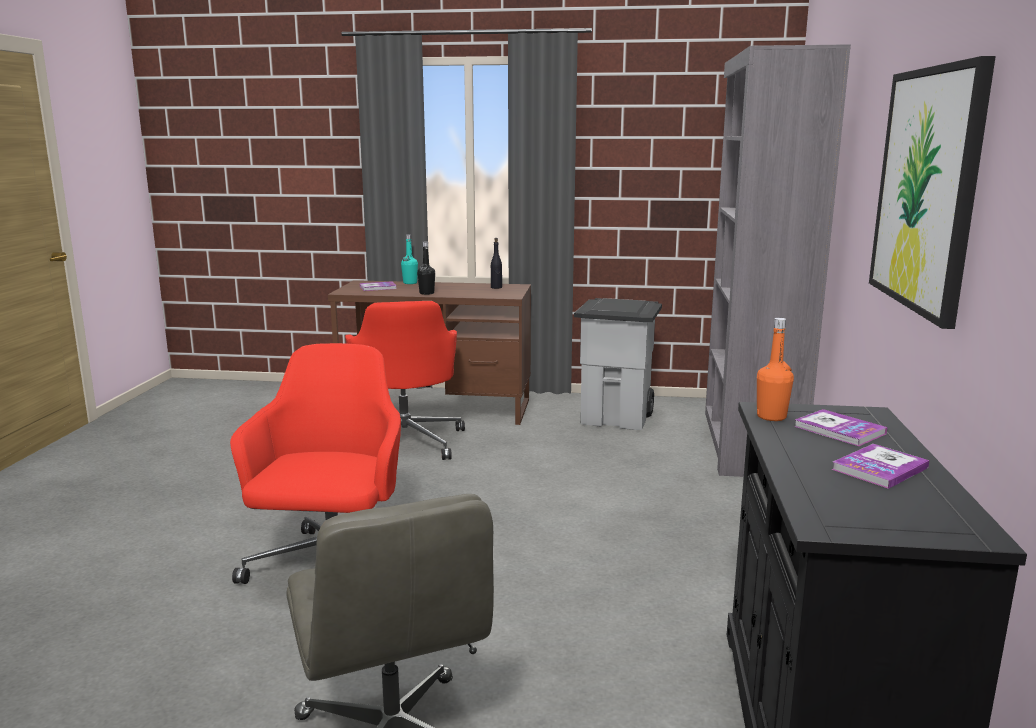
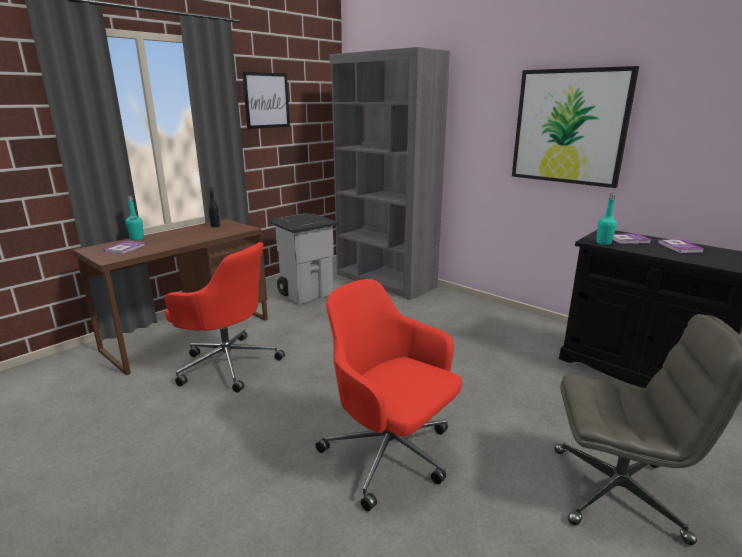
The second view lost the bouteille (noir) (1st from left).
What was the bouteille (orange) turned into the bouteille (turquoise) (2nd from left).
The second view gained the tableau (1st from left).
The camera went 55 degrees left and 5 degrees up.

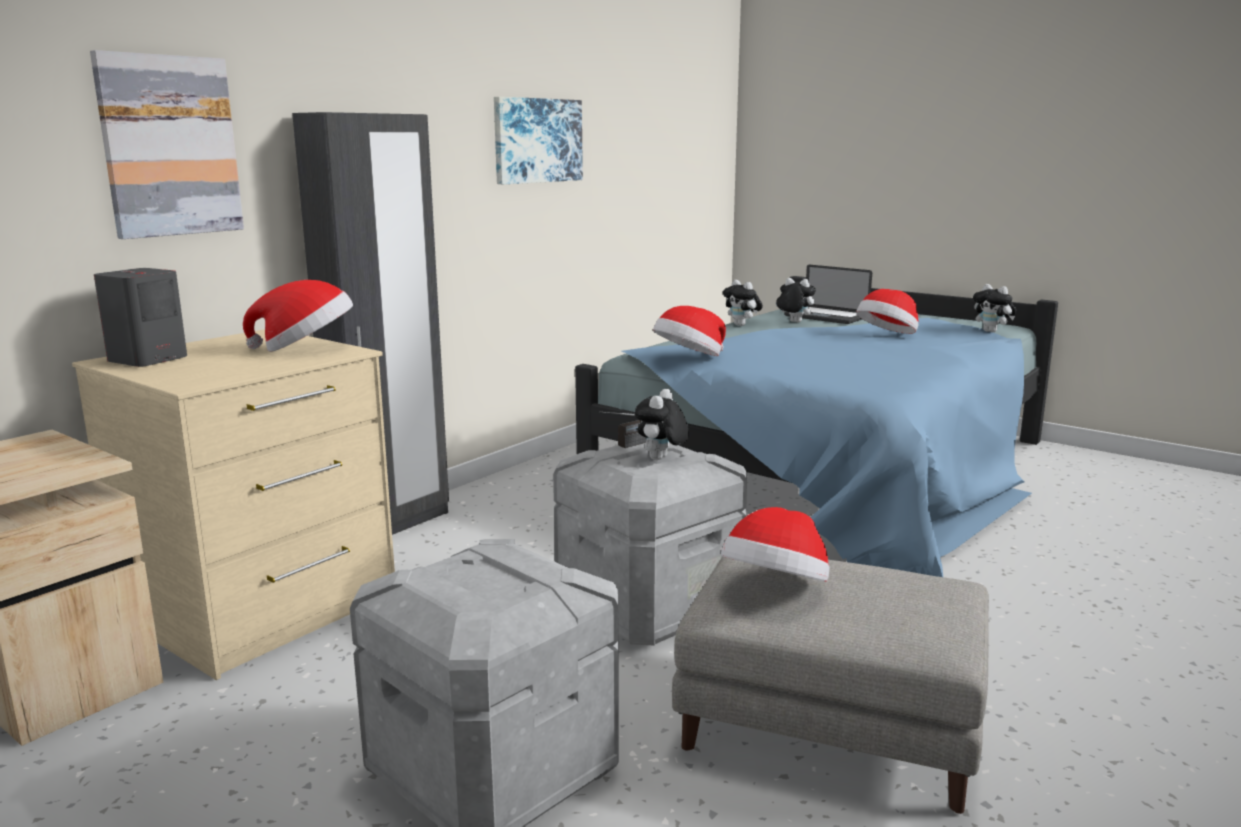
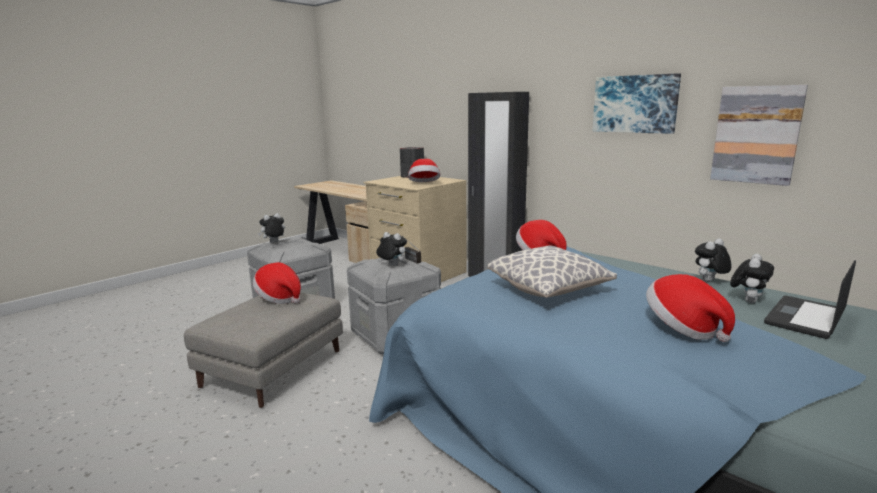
The tableau (1st from left in the first image) ended up elsewhere.
The peluche (4th from left in the first image) ended up elsewhere.
The second view gained the coussin.
The camera went 95 degrees right and 0 degrees up.

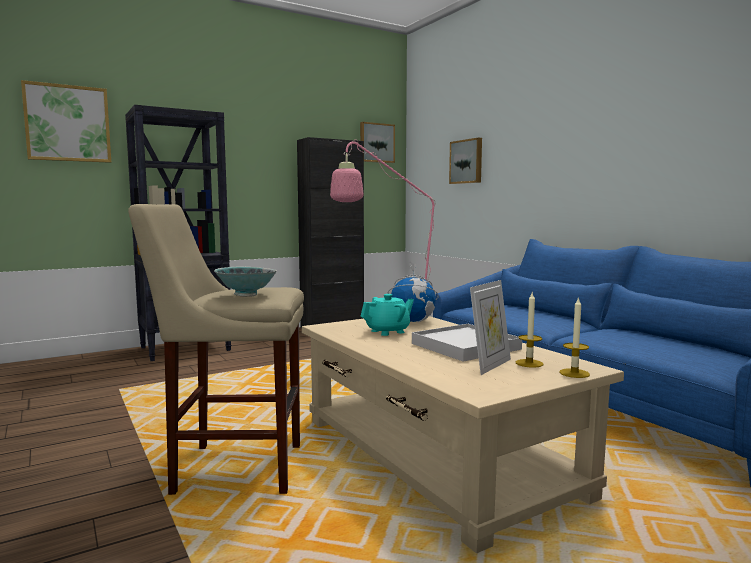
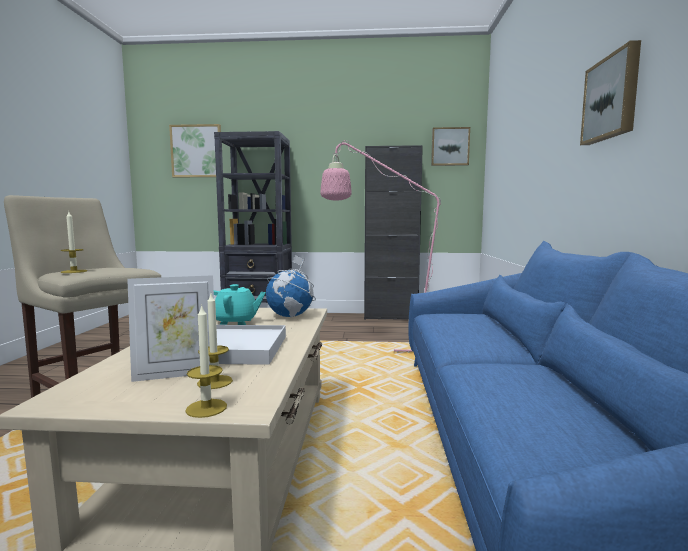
The tableau (3rd from left) ended up elsewhere.
Where the bol stood, the bougie (1st from left) came to stand.
The camera went 35 degrees right and 0 degrees up.

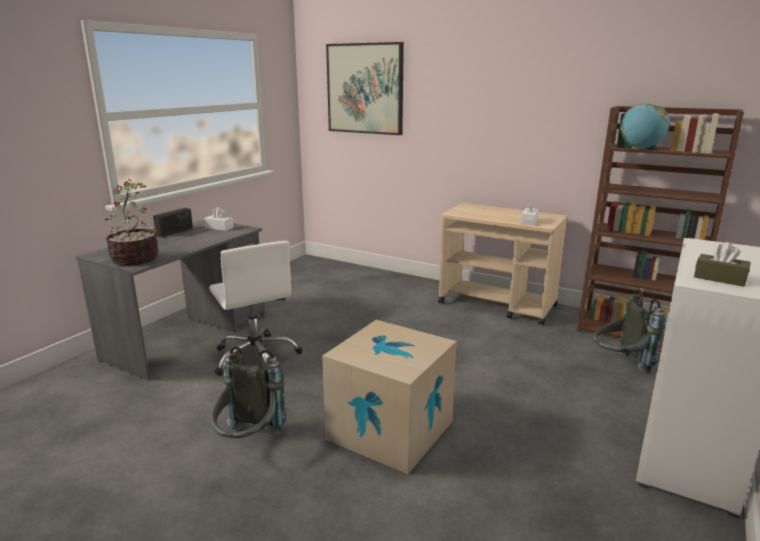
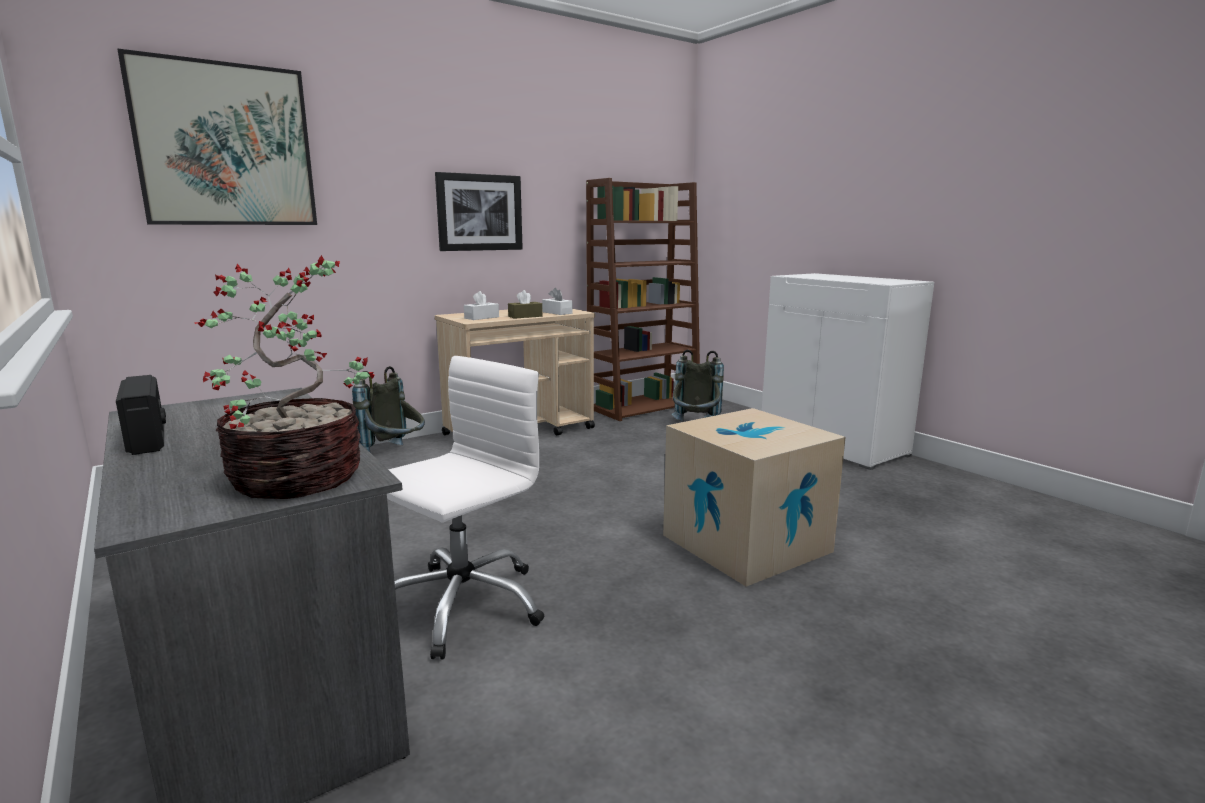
The second view lost the globe.
The boîte à mouchoirs (blanc) (1st from left) ended up elsewhere.
The chaise de bureau (blanc) ended up facing another way, 45 degrees counterclockwise from before.
The boîte à mouchoirs (marron) ended up elsewhere.
The sac à dos (gris) (1st from left) ended up elsewhere.
The second view gained the tableau (2nd from left).
The camera went 65 degrees left and 5 degrees down.

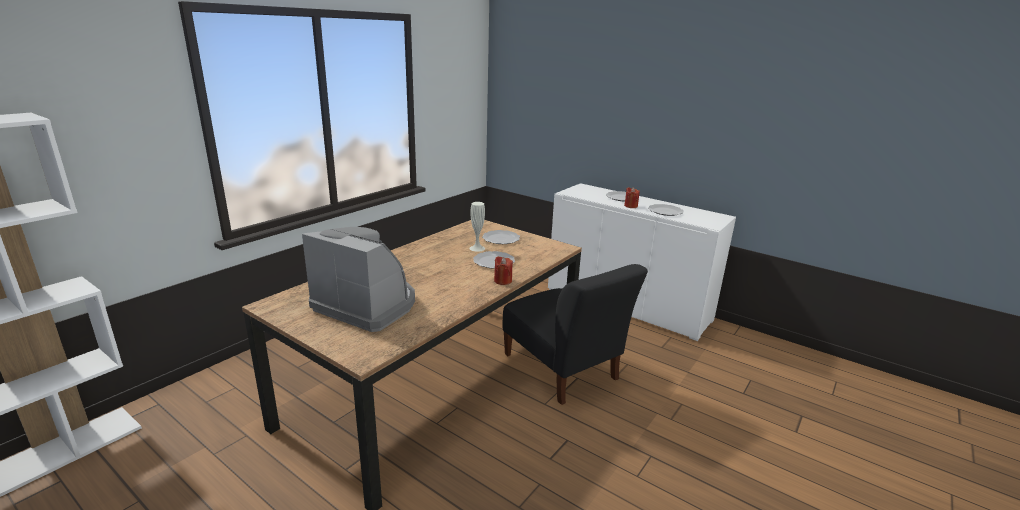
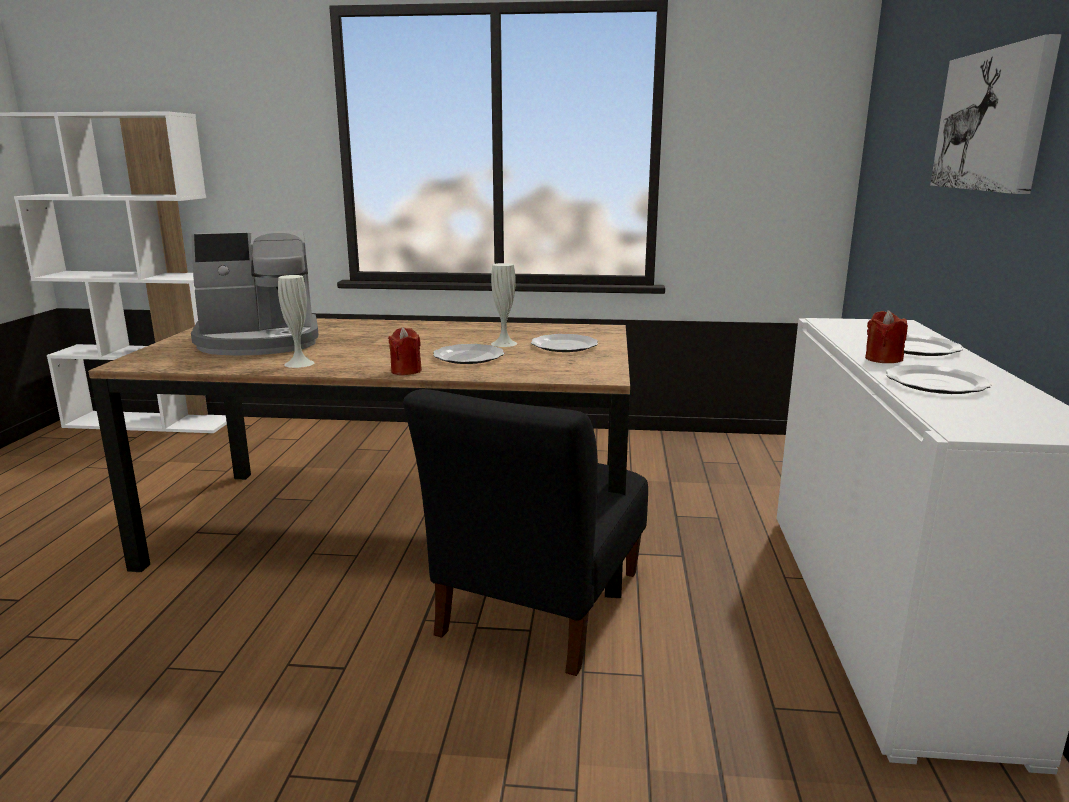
The machine à café ended up facing another way, 75 degrees clockwise from before.
The second view gained the tableau.
The second view gained the vase (blanc) (1st from left).
The camera went 60 degrees right and 5 degrees down.

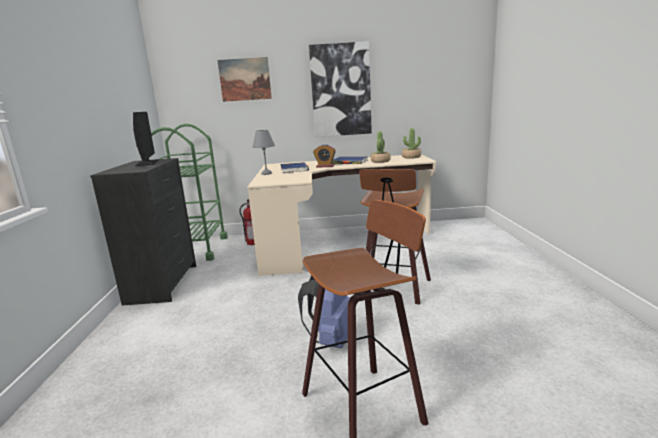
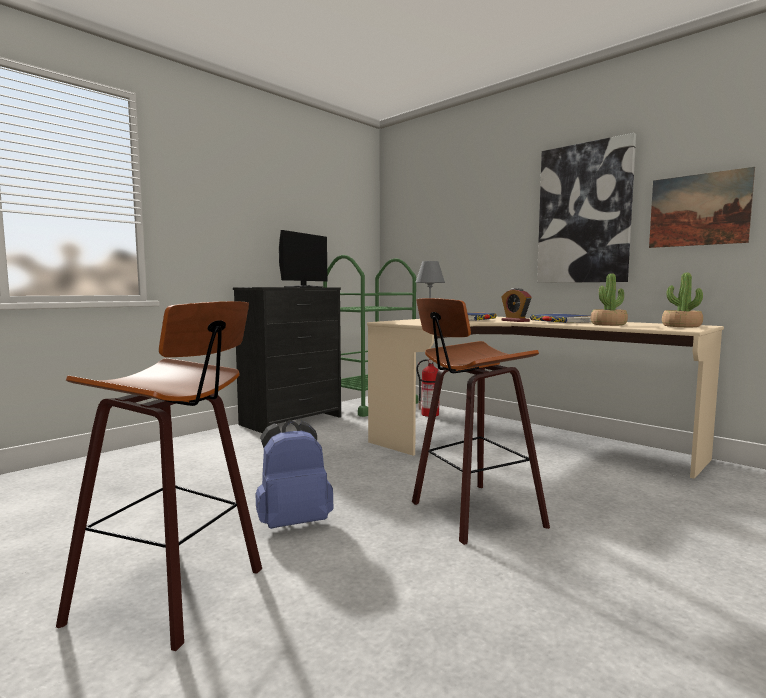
The tableau (1st from left in the first image) ended up elsewhere.
The camera went 45 degrees right and 10 degrees down.

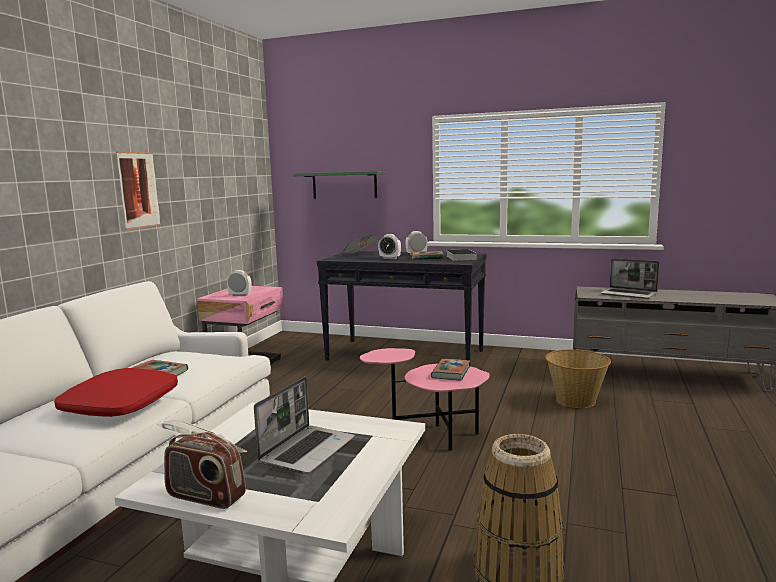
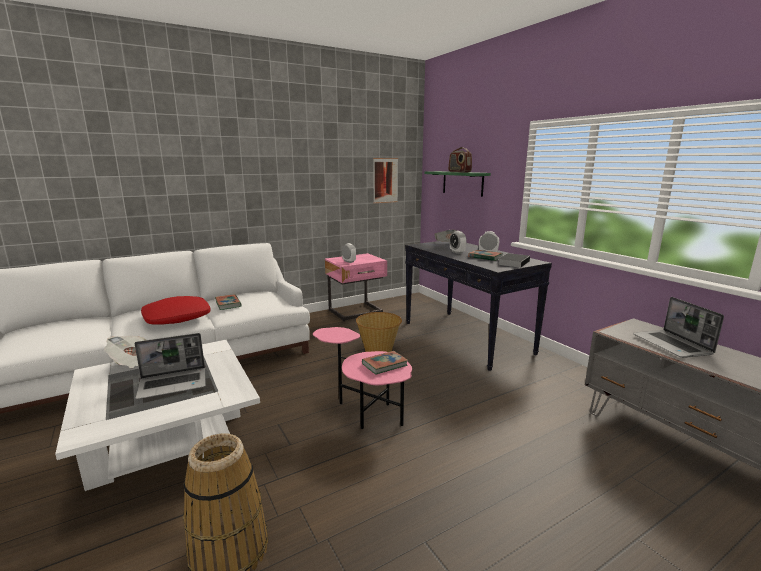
The tableau ended up elsewhere.
The panier (2nd from left) ended up elsewhere.
The radio ended up elsewhere.
The camera went 40 degrees right and 5 degrees up.

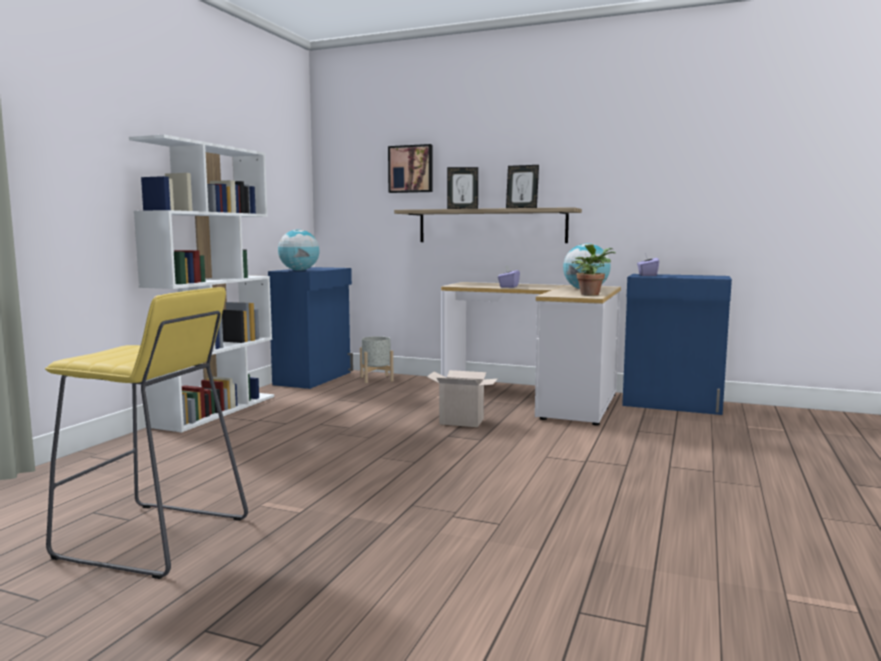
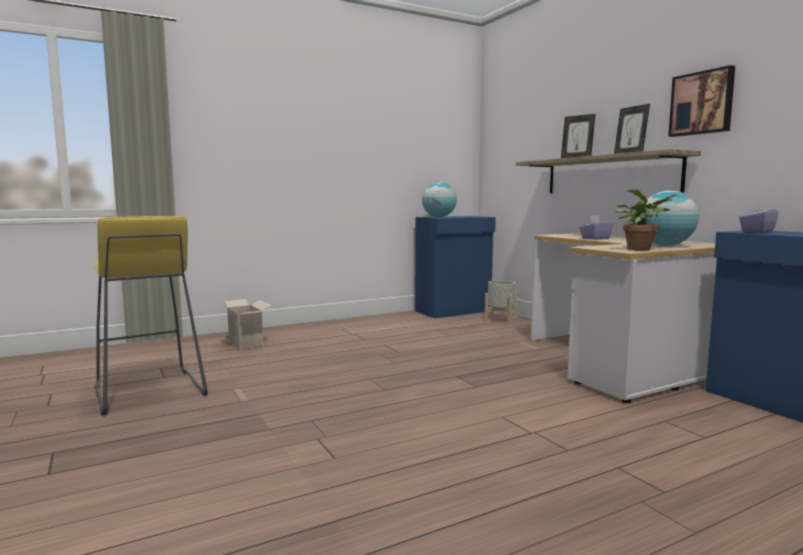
The second view lost the bibliothèque (blanc).
The tableau ended up elsewhere.
The carton ended up elsewhere.
The camera went 40 degrees right and 0 degrees up.

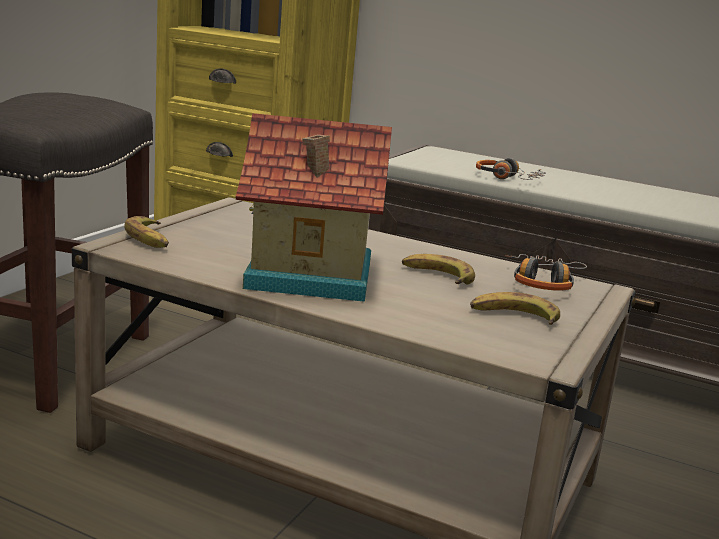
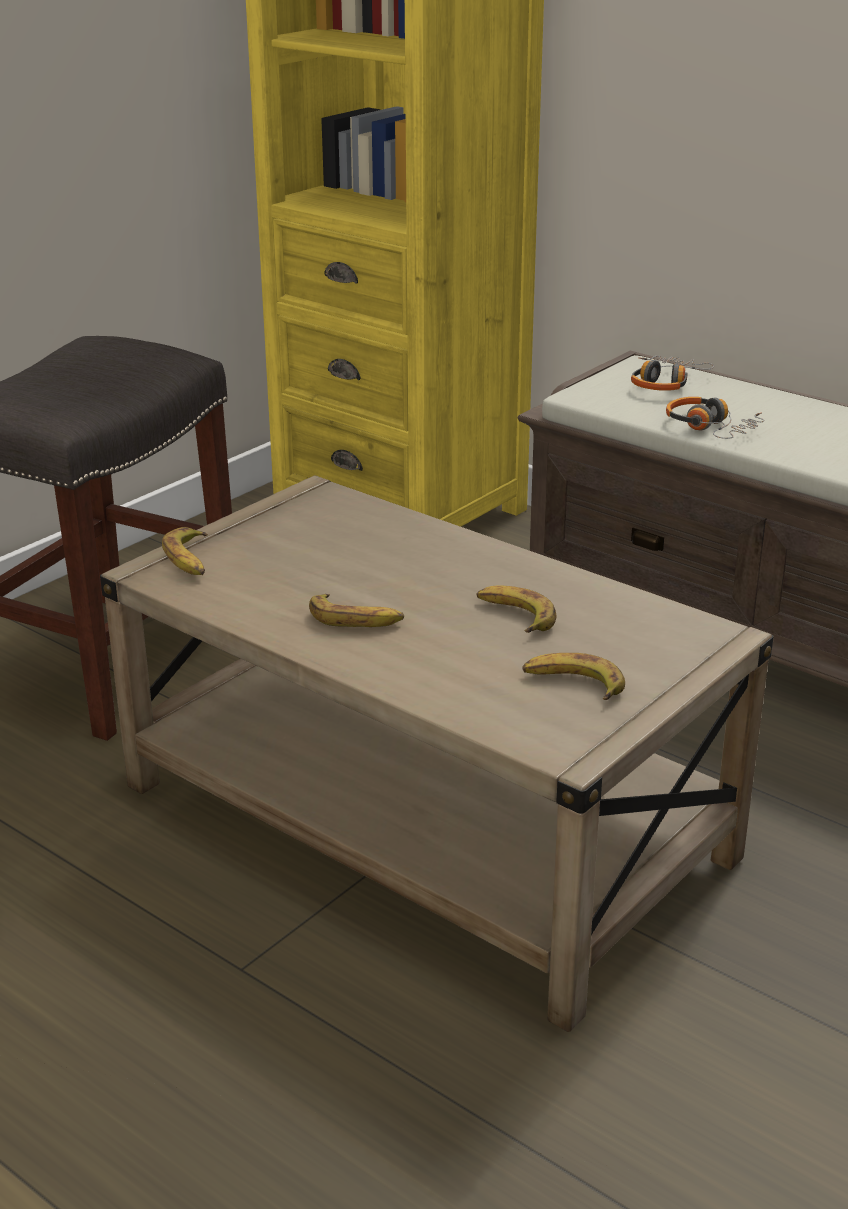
Where the maison miniature stood, the banane (2nd from left) came to stand.
The casque audio (2nd from left in the first image) ended up elsewhere.
The camera went 15 degrees right and 10 degrees up.

